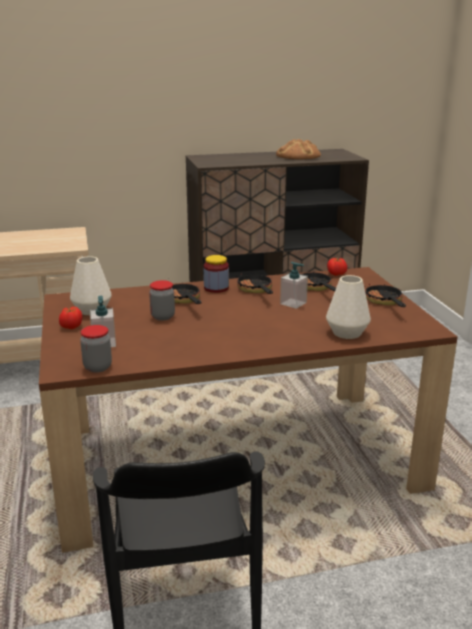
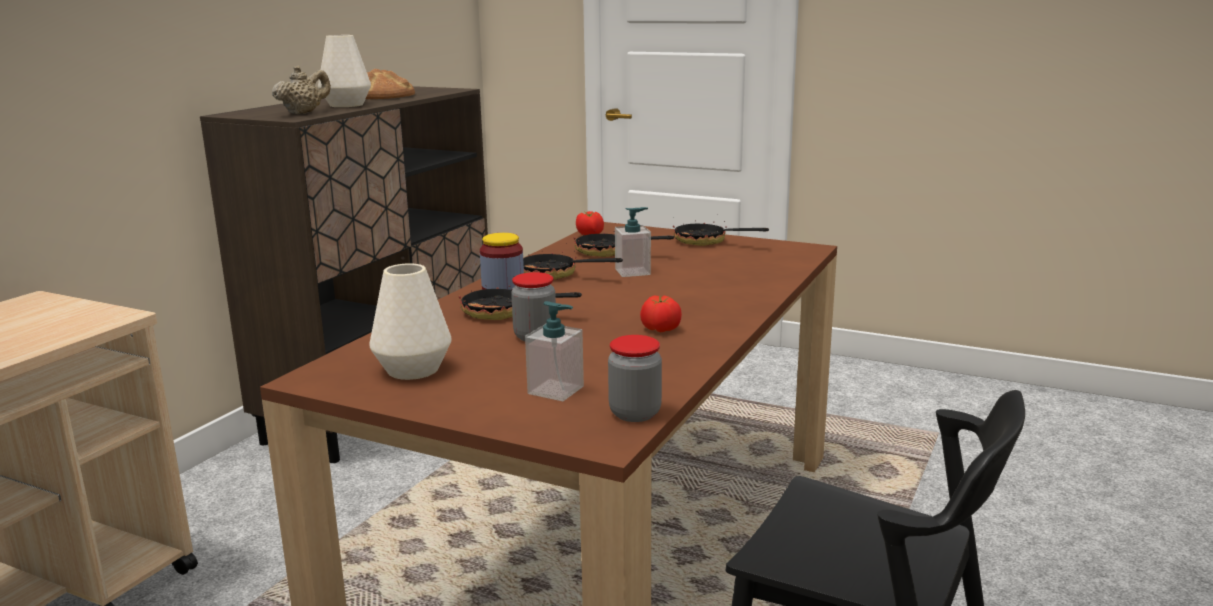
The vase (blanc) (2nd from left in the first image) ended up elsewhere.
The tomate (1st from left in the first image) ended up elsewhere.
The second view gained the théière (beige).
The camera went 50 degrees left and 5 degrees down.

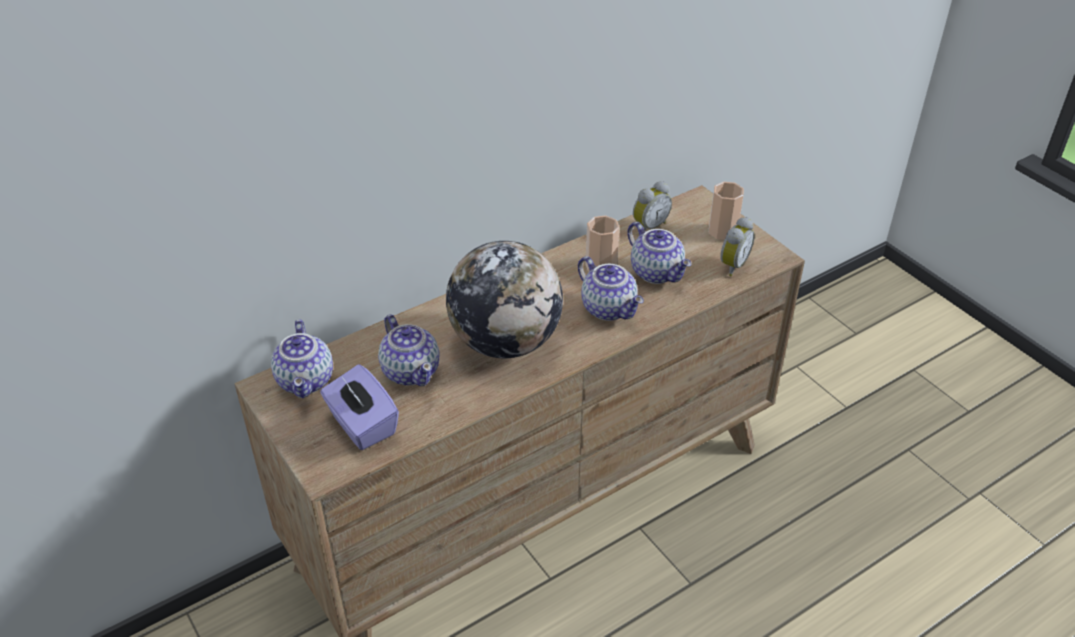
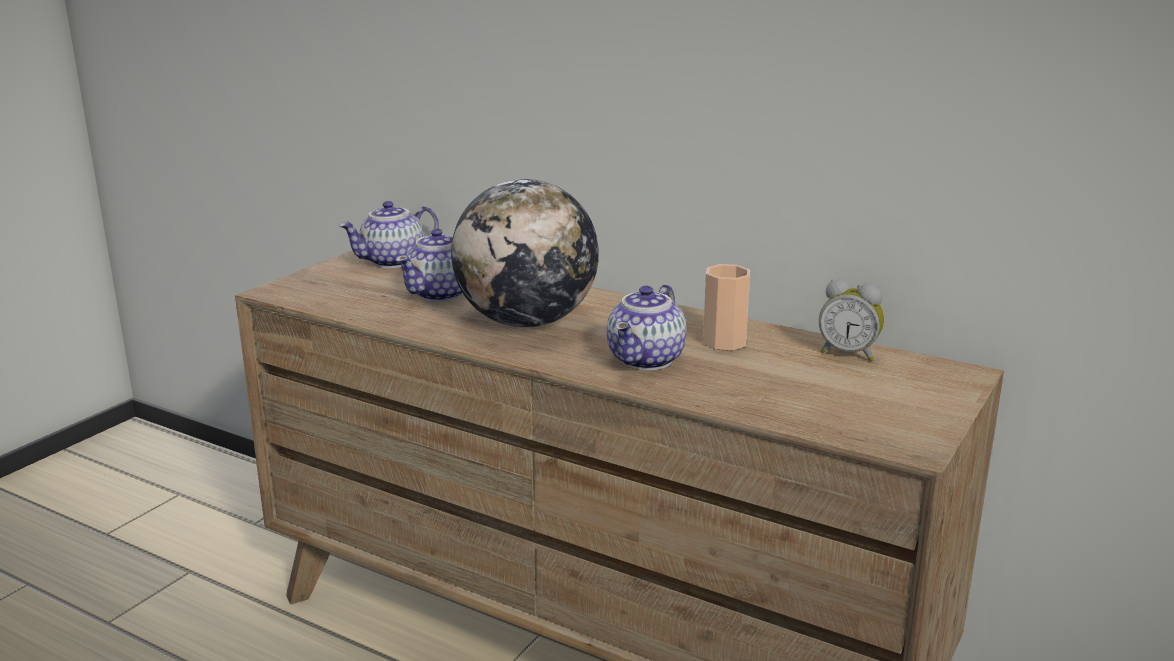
The second view lost the tasse (2nd from left).
The second view lost the réveil (2nd from left).
The second view lost the théière (4th from left).
The second view lost the boîte à mouchoirs (violet).
The camera went 65 degrees right and 20 degrees down.

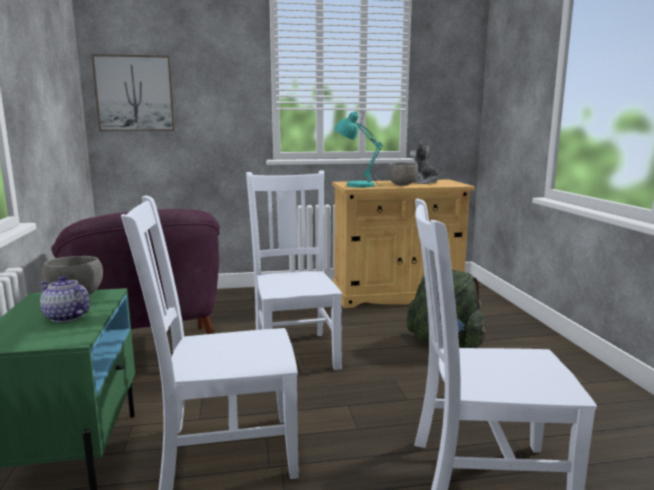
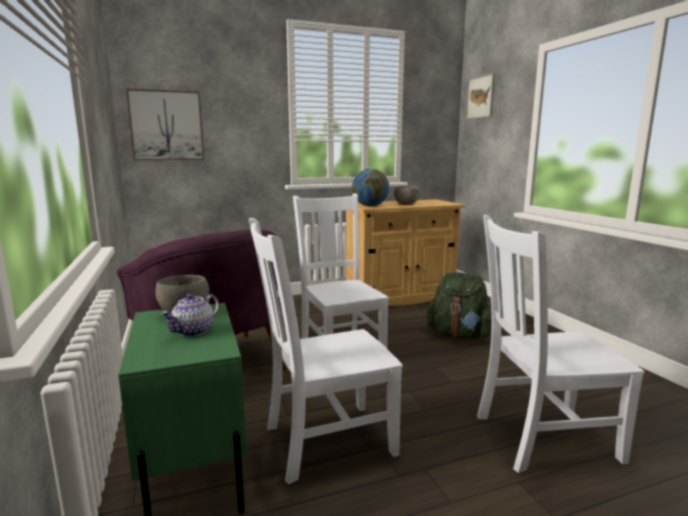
Where the lampe de table (turquoise) stood, the globe came to stand.
The second view lost the peluche.
The théière ended up facing another way, 75 degrees counterclockwise from before.
The second view gained the tableau (2nd from left).
The camera went 10 degrees left and 0 degrees up.

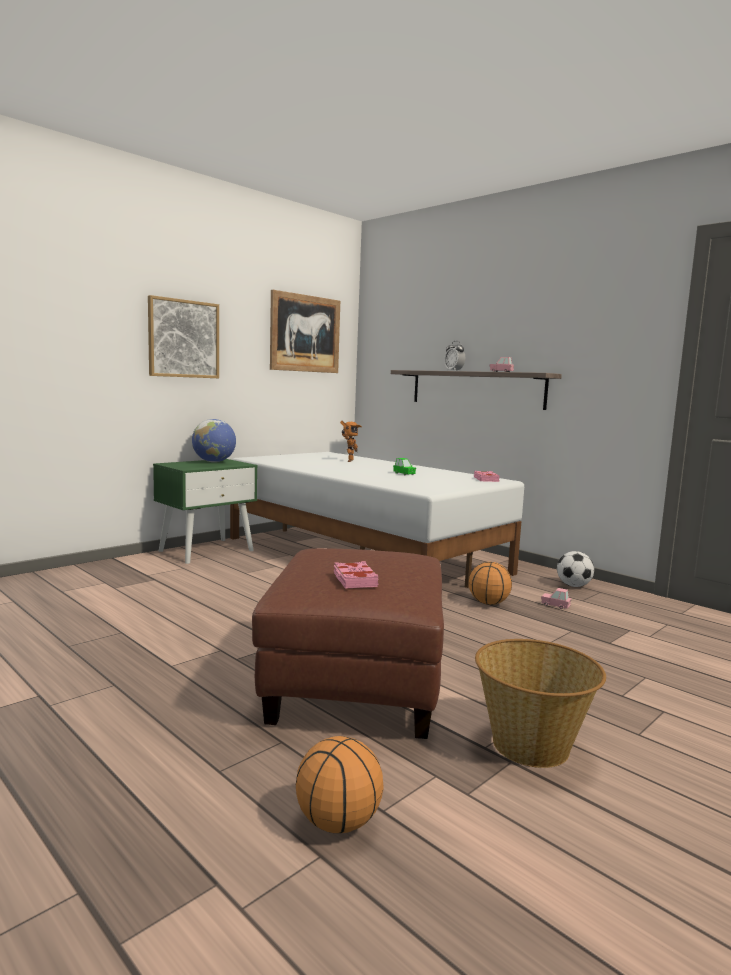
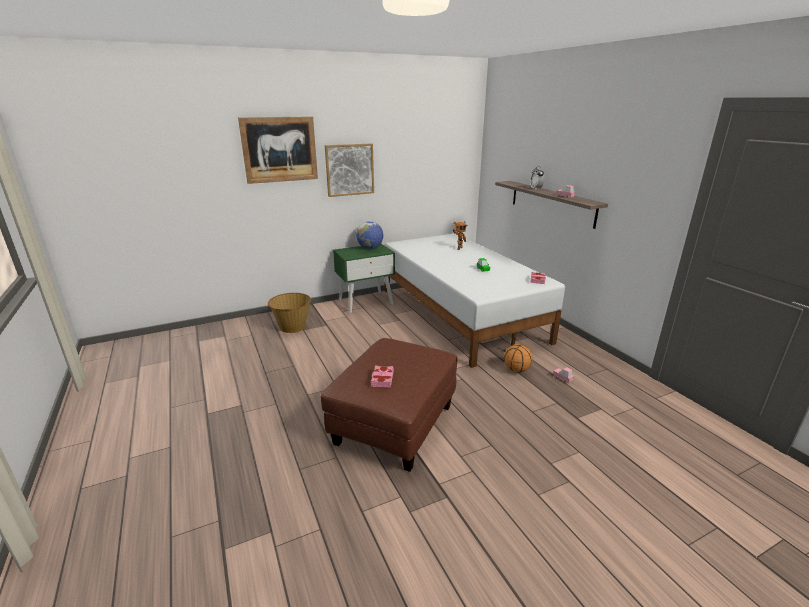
The tableau (2nd from left in the first image) ended up elsewhere.
The second view lost the ballon de foot.
The panier ended up elsewhere.
The second view lost the ballon de basket (1st from left).
The camera went 20 degrees right and 15 degrees up.

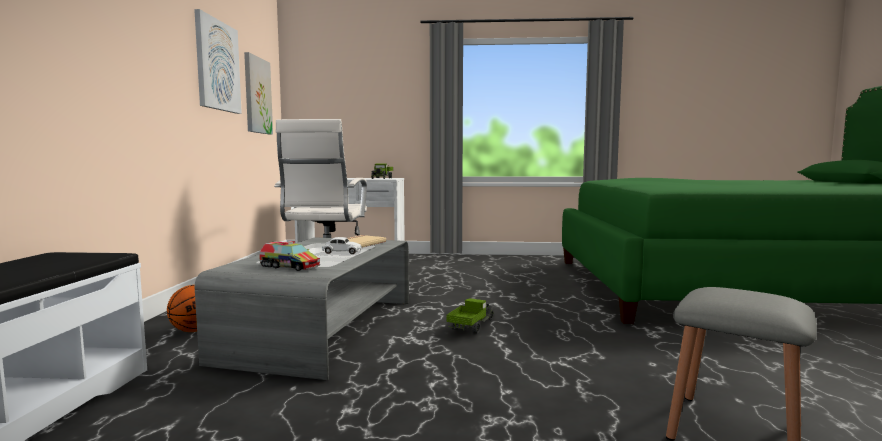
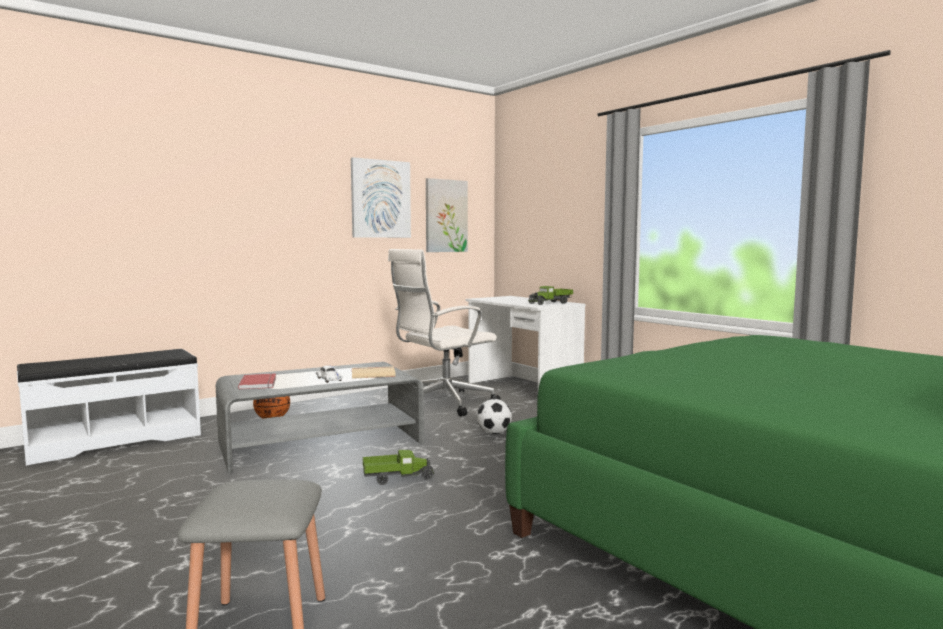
Where the camion jouet (1st from left) stood, the livre (rouge) came to stand.
The second view gained the ballon de foot.
The camera went 50 degrees right and 0 degrees up.

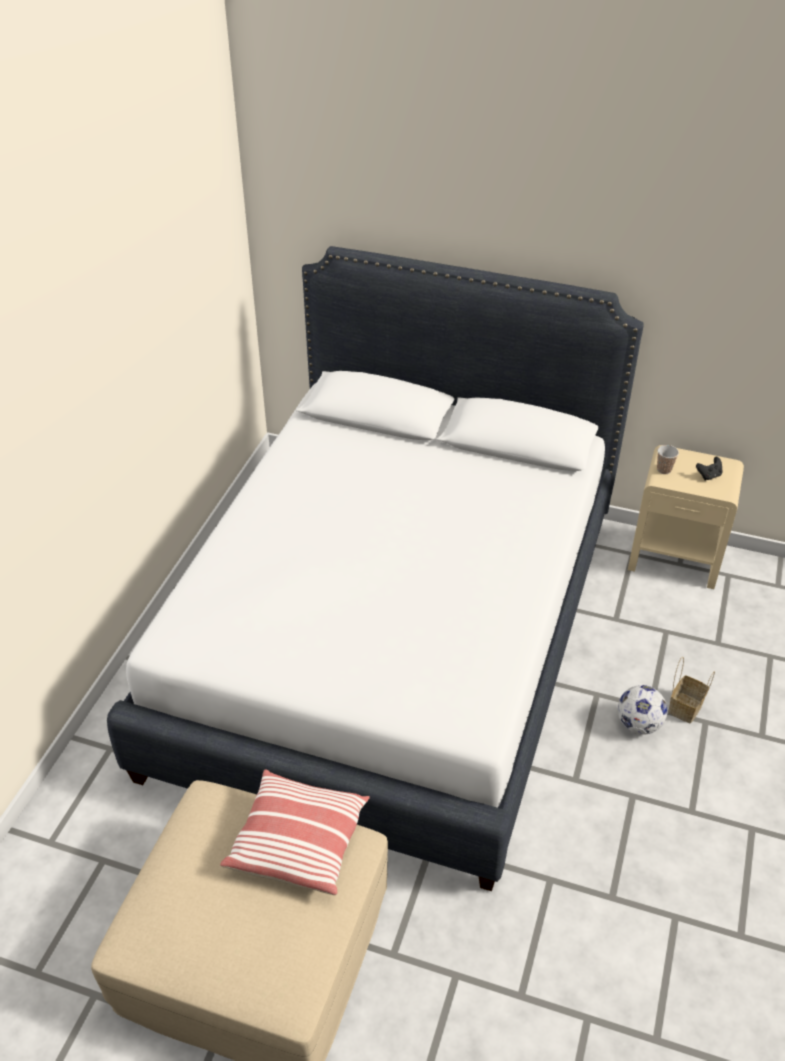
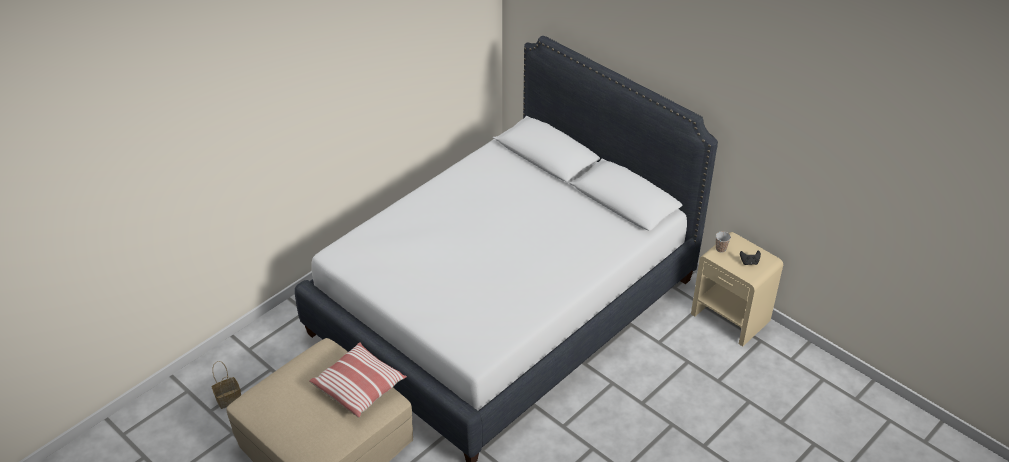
The panier ended up elsewhere.
The second view lost the ballon de foot.
The camera went 25 degrees right and 0 degrees up.

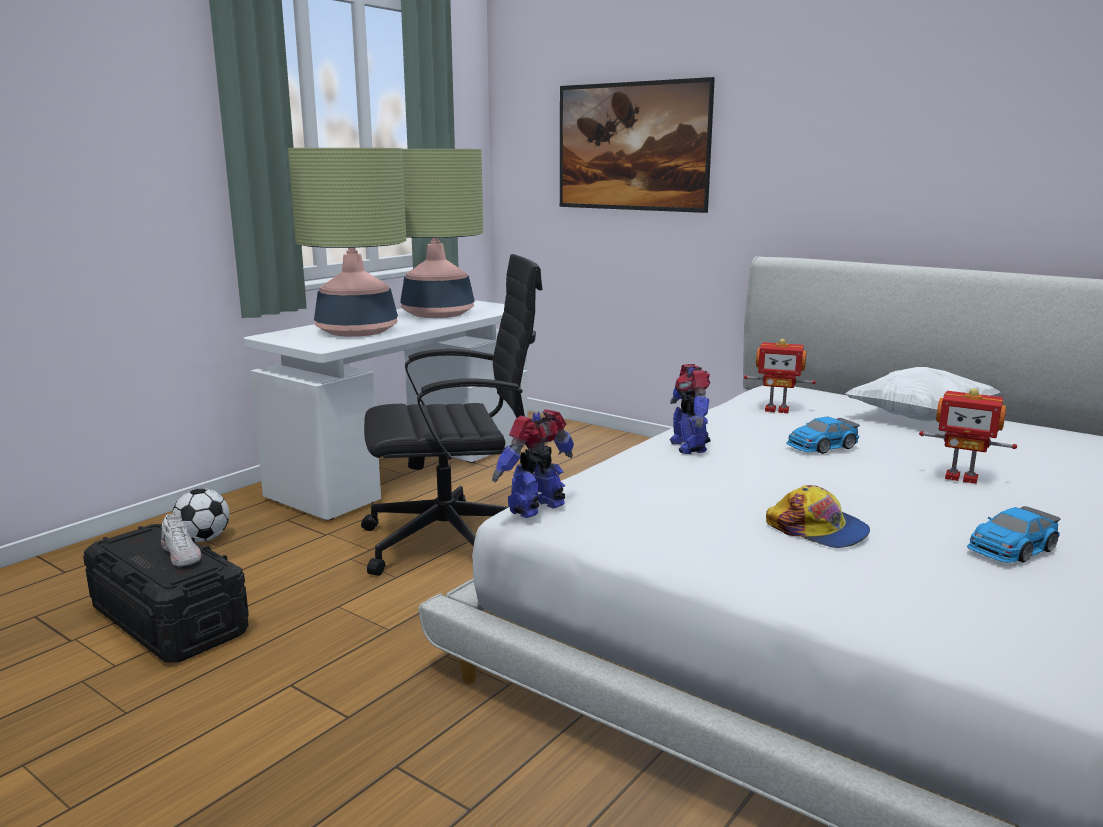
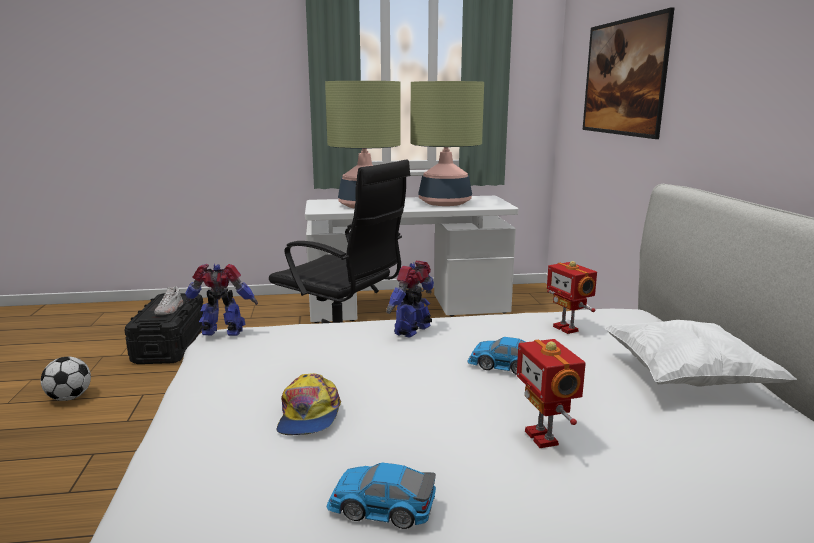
The ballon de foot ended up elsewhere.
The camera went 45 degrees right and 0 degrees up.

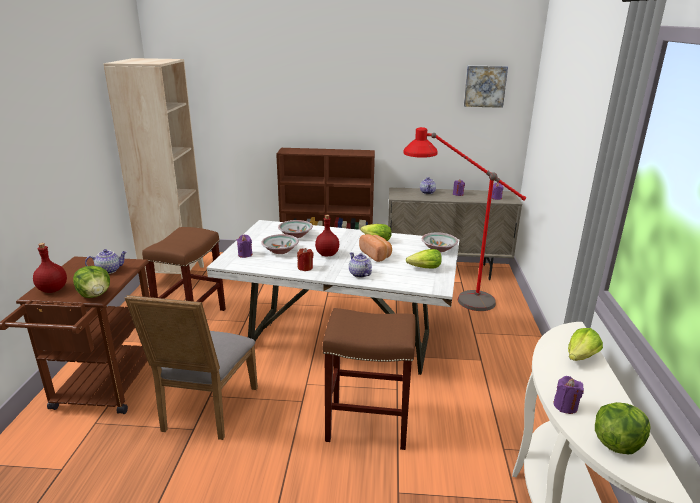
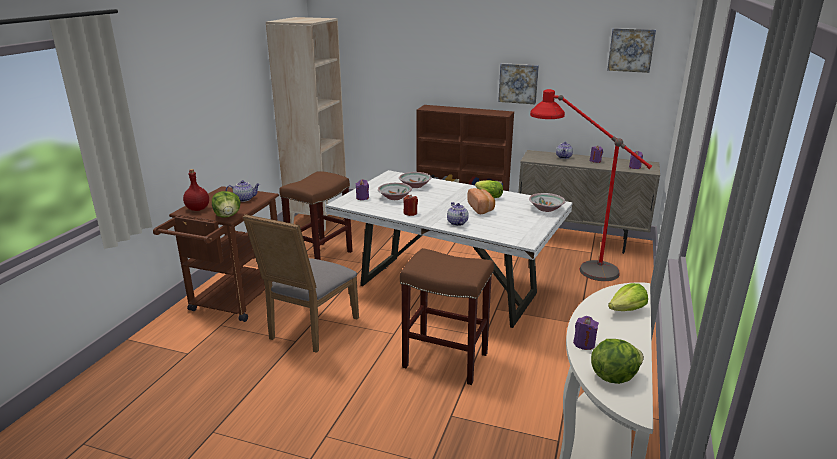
The second view lost the bouteille (rouge) (2nd from left).
The second view lost the laitue (3rd from left).
The second view gained the tableau (1st from left).
The camera went 15 degrees right and 0 degrees up.

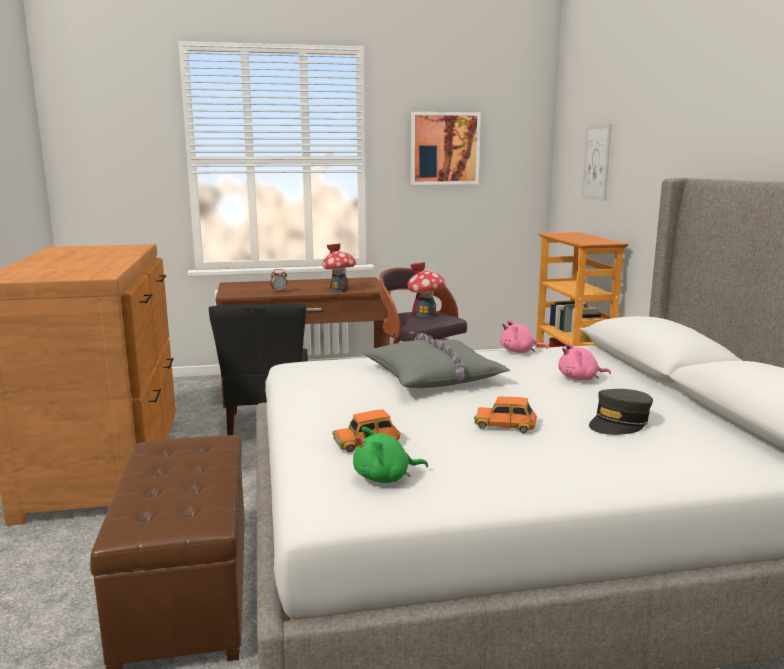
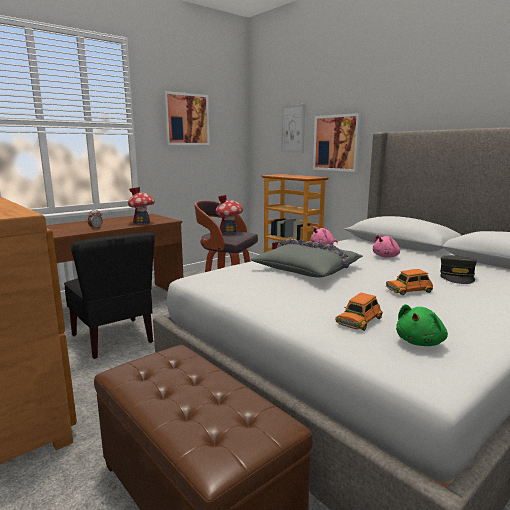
The second view gained the tableau (3rd from left).
The camera went 30 degrees left and 0 degrees up.

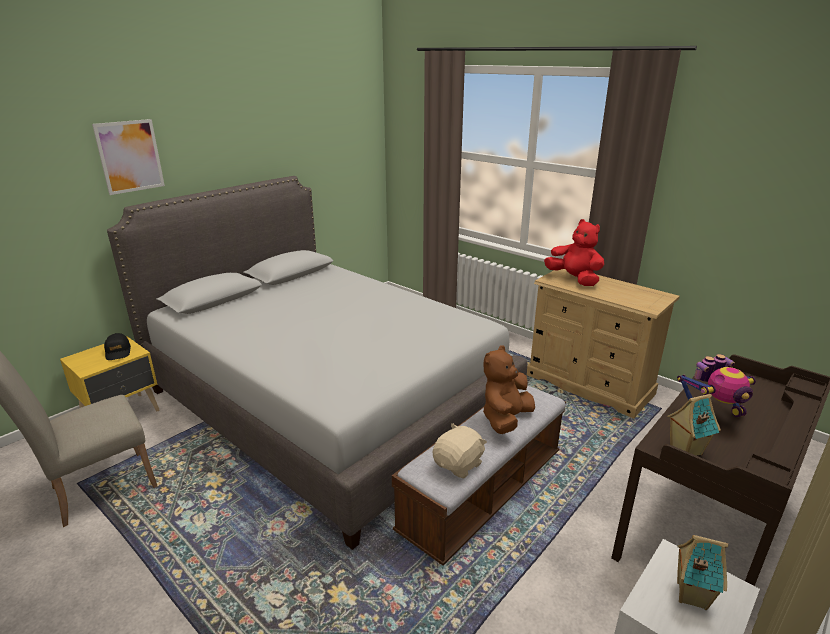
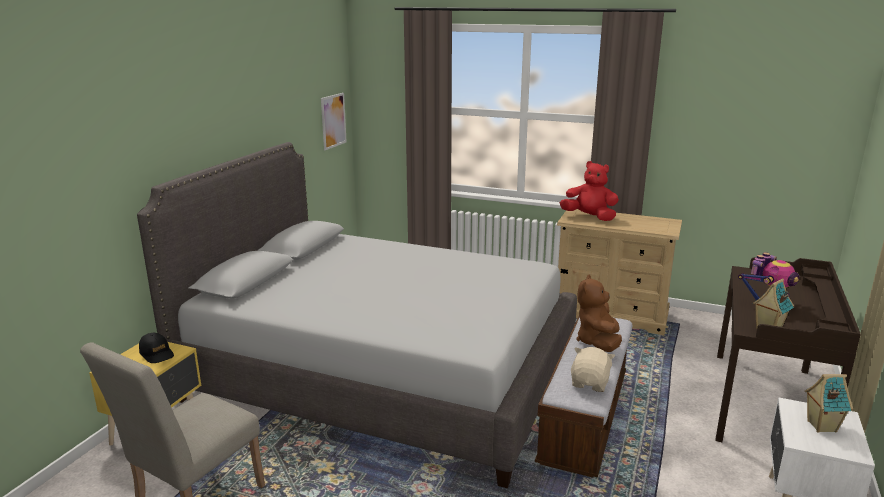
The tableau ended up elsewhere.
The camera went 20 degrees left and 5 degrees down.

